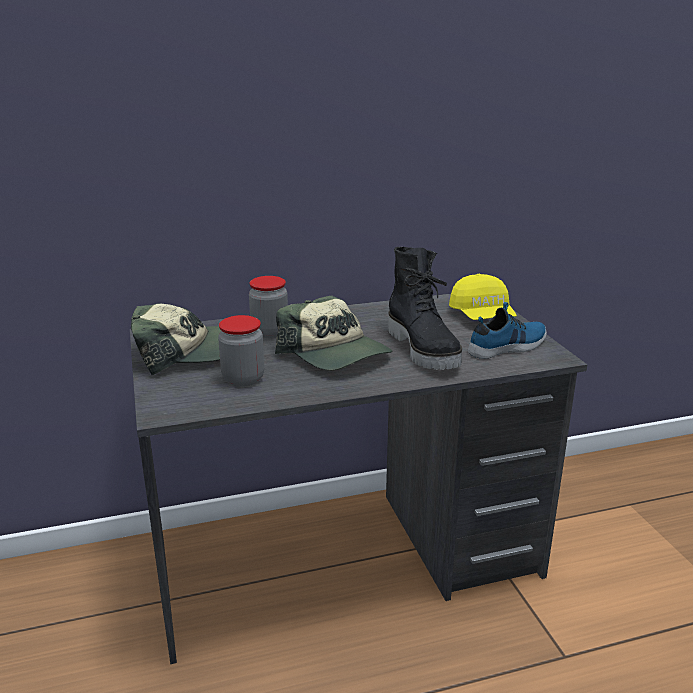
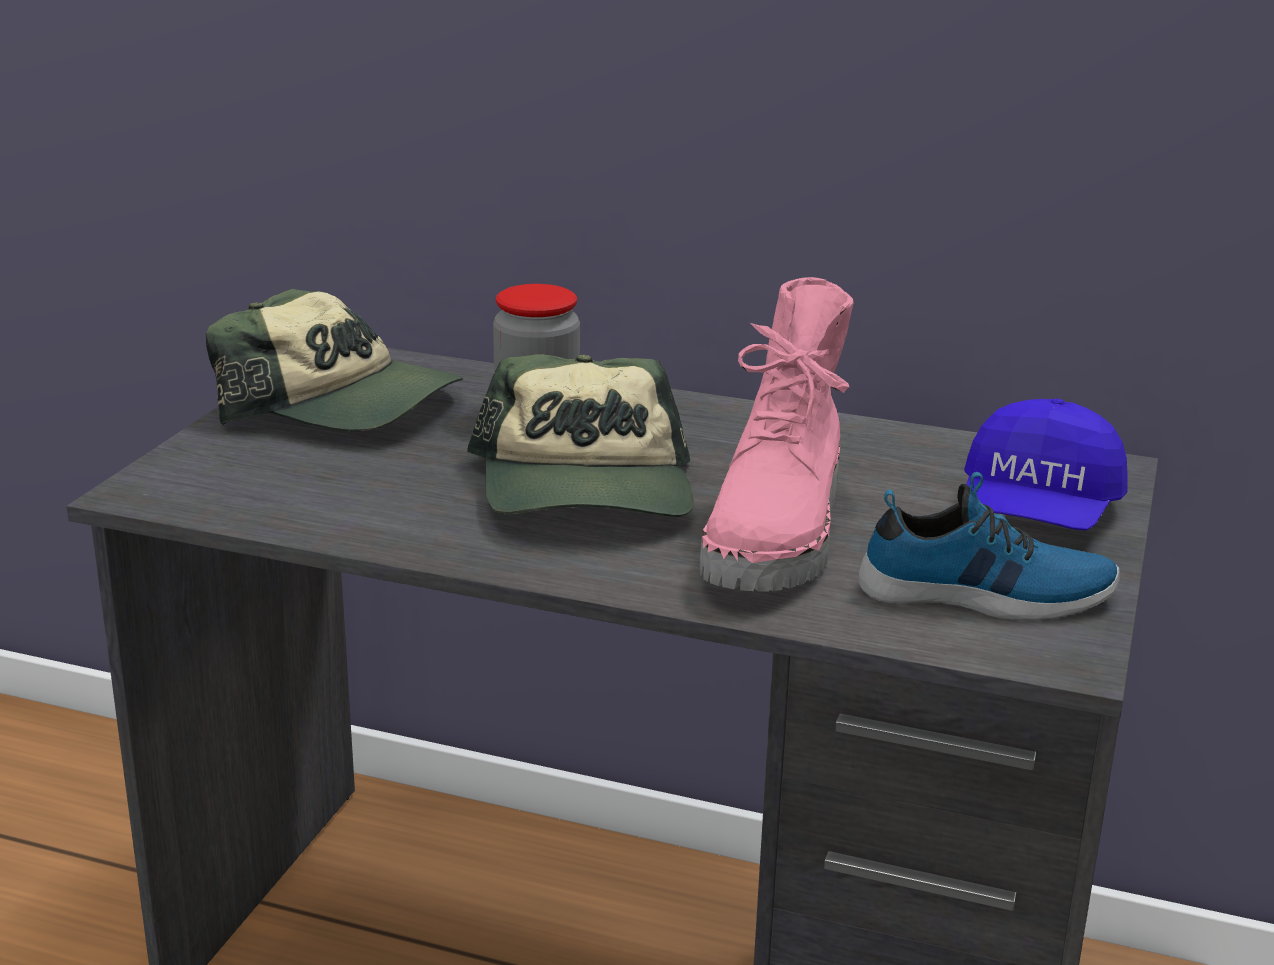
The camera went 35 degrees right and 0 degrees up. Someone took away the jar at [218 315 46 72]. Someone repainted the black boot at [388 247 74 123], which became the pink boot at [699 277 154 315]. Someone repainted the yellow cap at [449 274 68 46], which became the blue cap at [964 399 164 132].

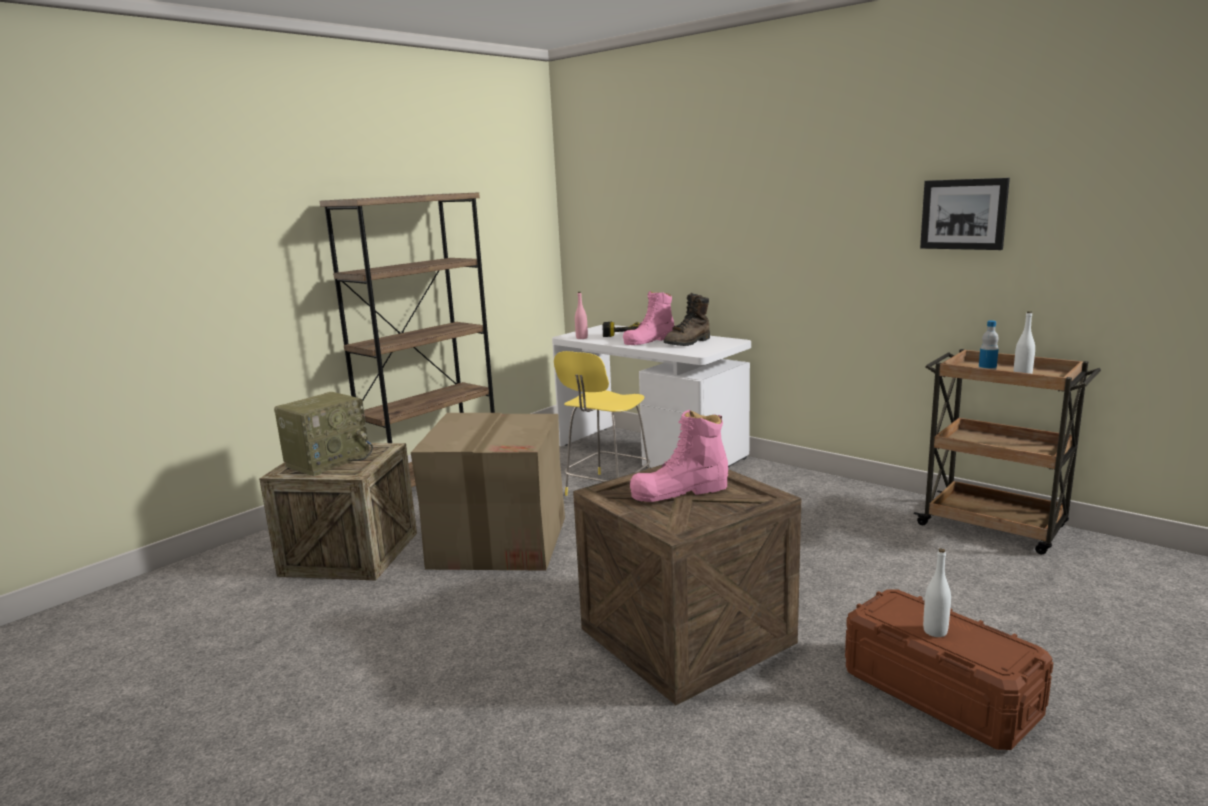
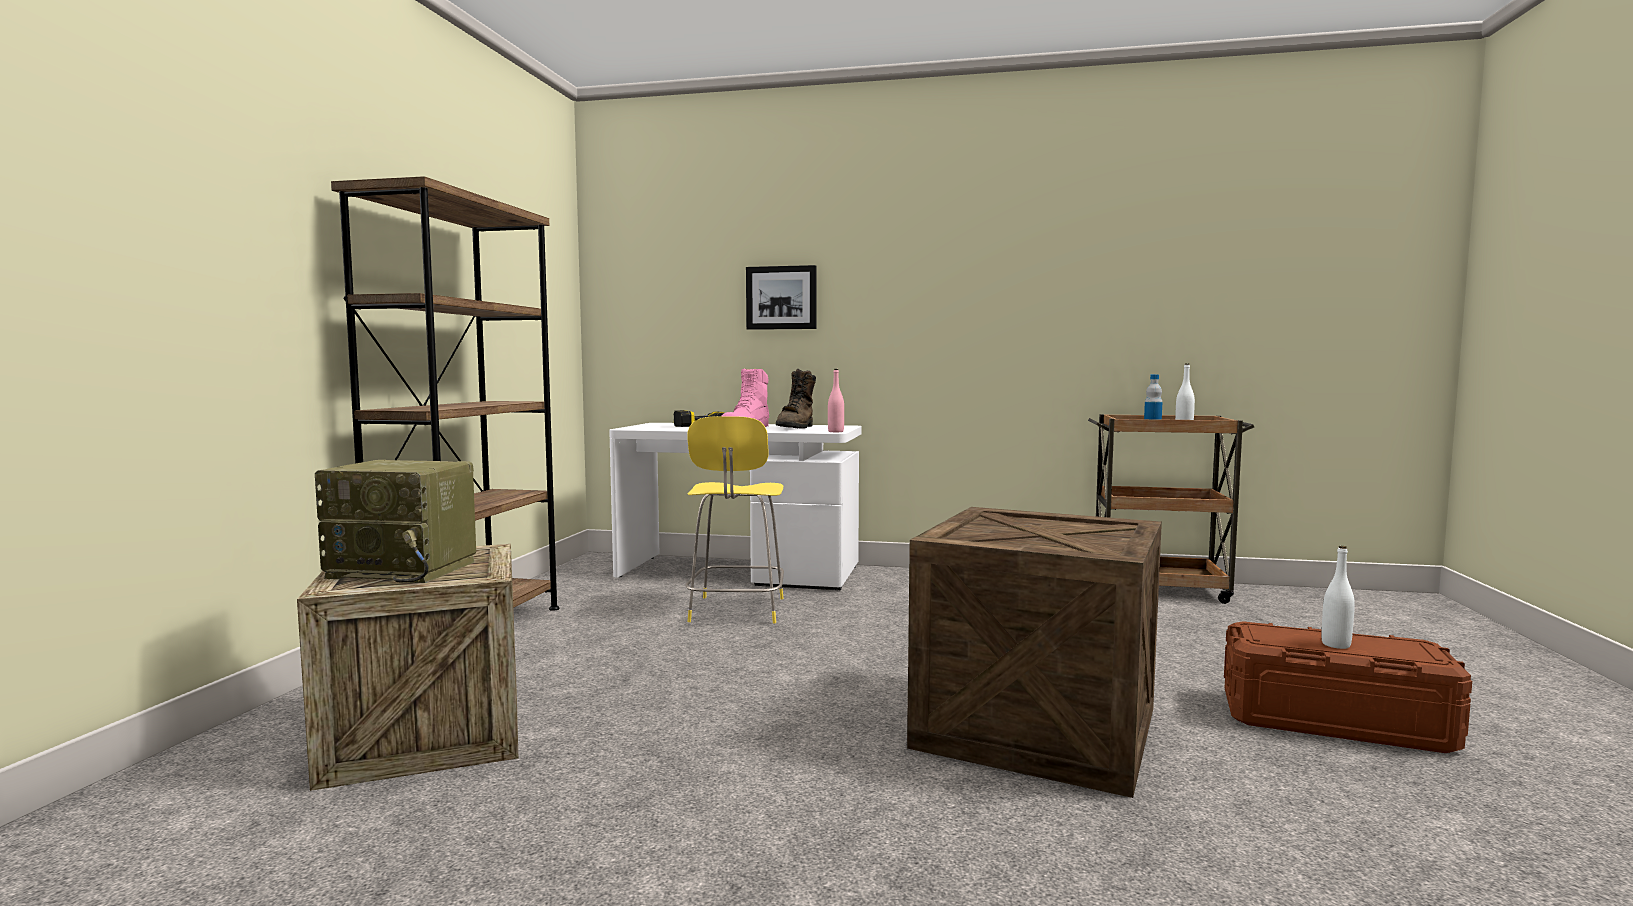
The camera went 30 degrees left and 10 degrees down. Someone rotated the radio at [274 392 99 84] by 90 degrees clockwise. Someone took away the cardboard box at [411 413 154 158]. Someone carried the pink bottle from [575 292 13 47] to [828 369 16 63]. Someone took away the pink boot at [630 410 98 92]. Someone carried the picture from [920 178 90 72] to [746 265 71 65].

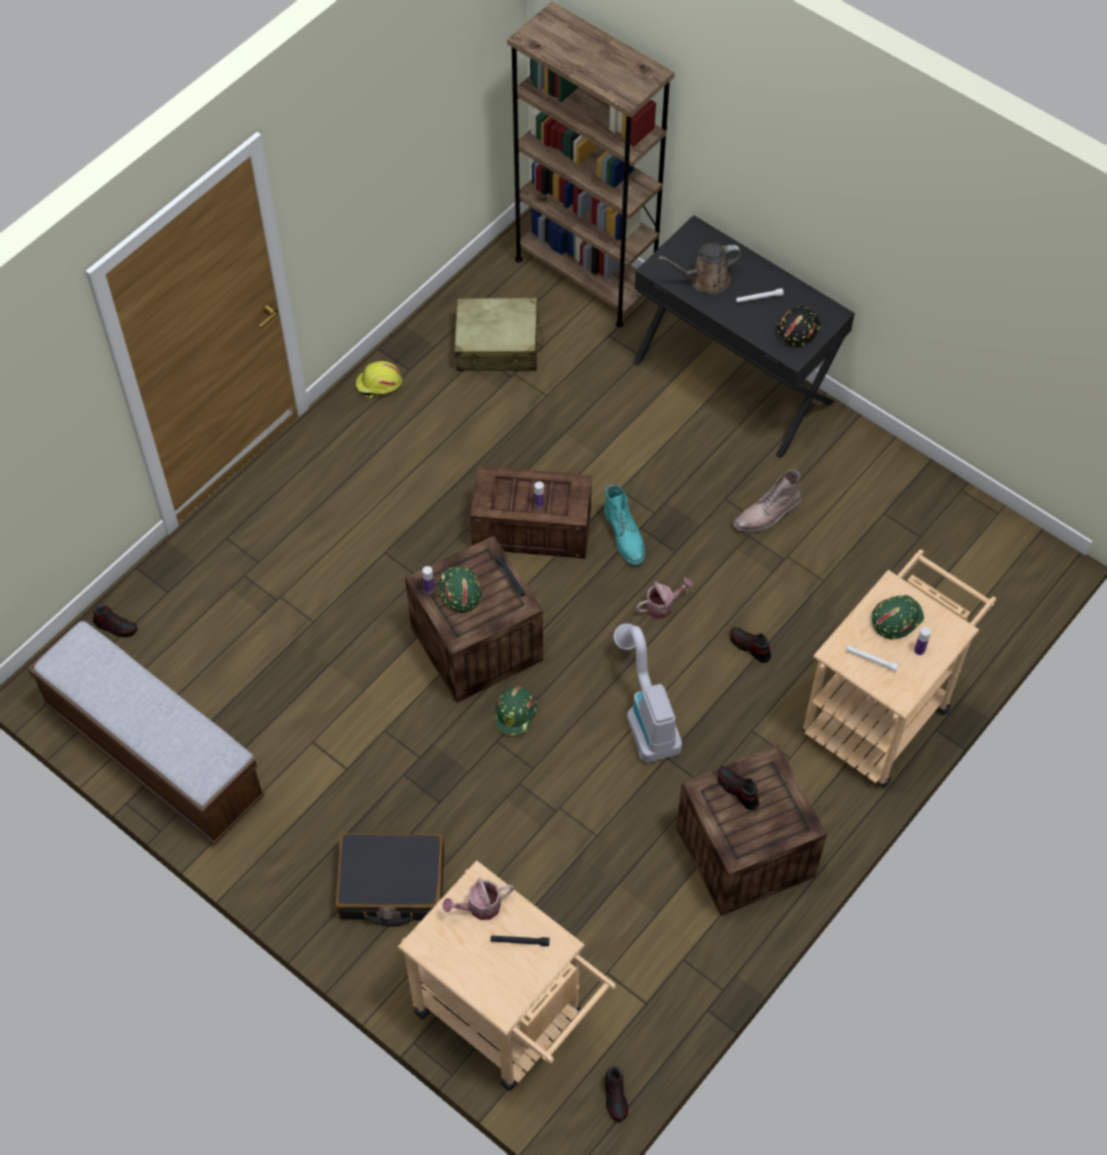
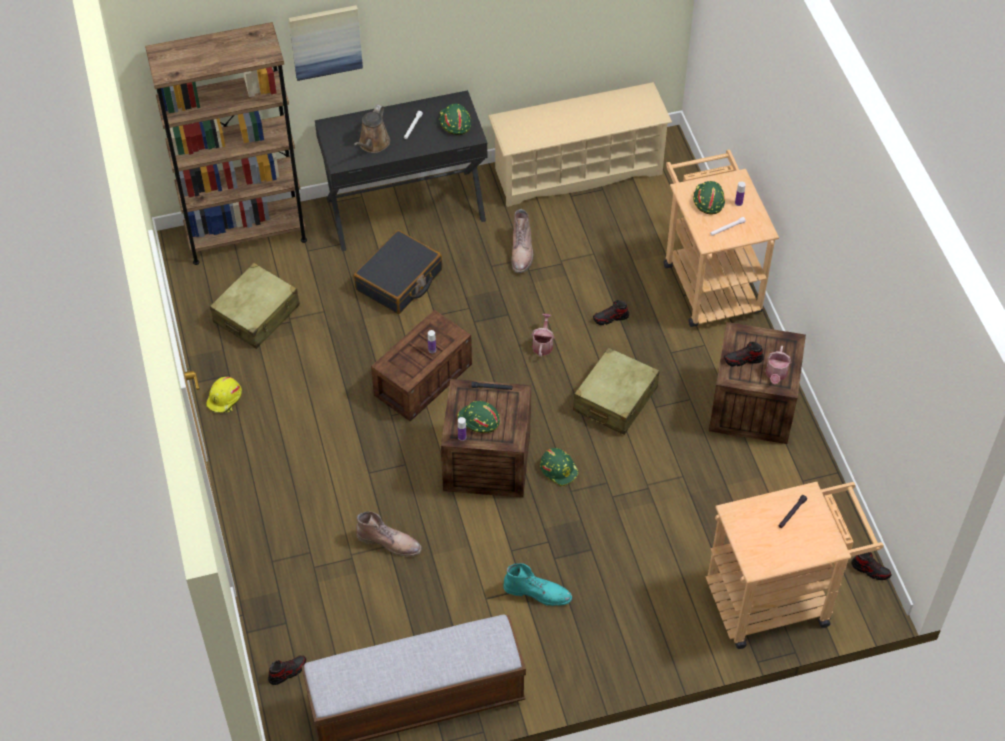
The camera went 55 degrees left and 5 degrees down. Someone carried the black suitcase from [336 833 108 93] to [354 230 88 84]. Someone carried the watering can from [443 878 71 42] to [766 346 25 38]. Someone carried the turquoise boot from [604 484 41 81] to [503 563 69 43]. Someone swapped the vacuum cleaner at [614 623 68 140] for the beige suitcase at [573 347 86 88]. Someone repainted the black hard hat at [777 306 44 41], which became the green hard hat at [439 104 32 31]. Someone put up the picture at [289 5 74 76]. Someone put down the brown boot at [356 511 66 45]. Someone put down the beige shoe rack at [488 82 184 125].

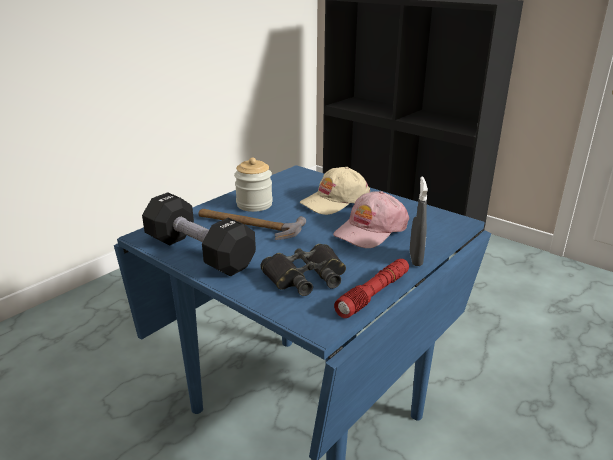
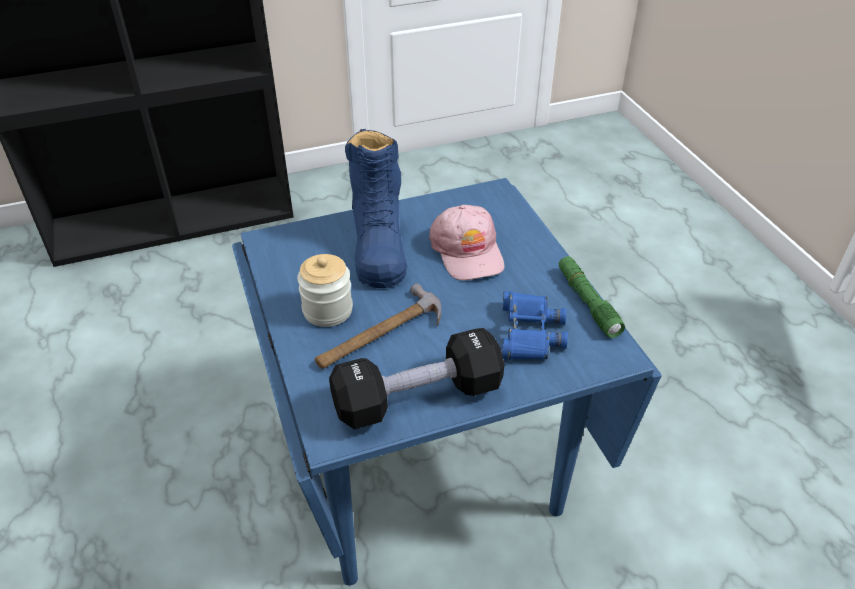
The camera went 60 degrees left and 15 degrees up. Someone repainted the black binoculars at [260 244 86 52], which became the blue binoculars at [501 291 67 69]. Someone swapped the beige cap at [299 167 71 48] for the blue boot at [345 129 62 159]. Someone repainted the red flashlight at [334 259 75 59], which became the green flashlight at [559 256 66 82]. Someone took away the grey spray bottle at [410 177 18 89].

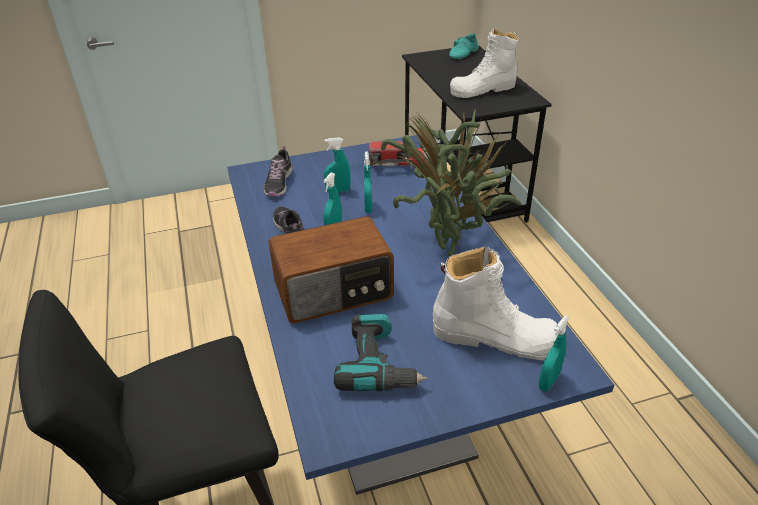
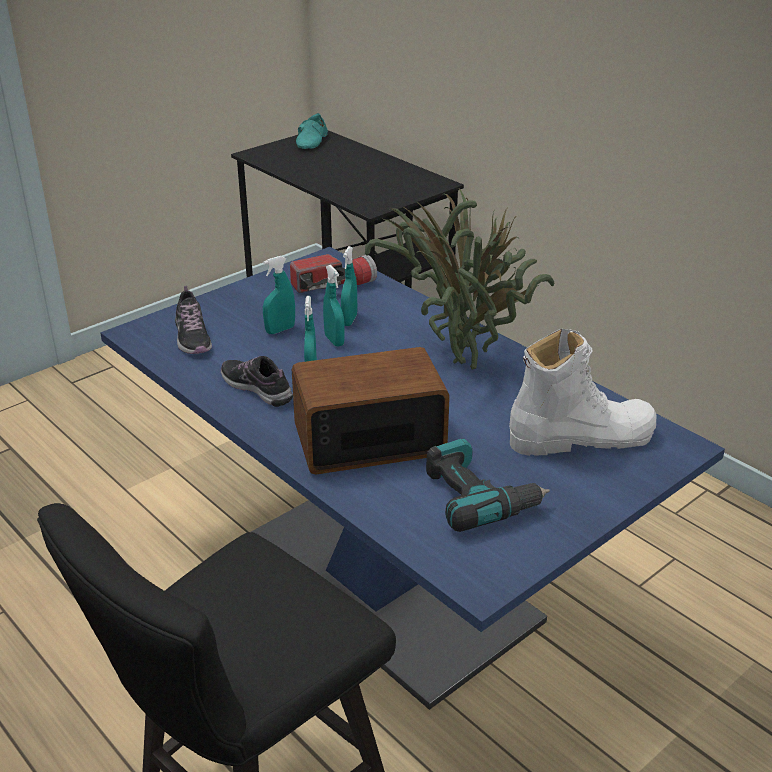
The camera went 25 degrees left and 5 degrees down. Someone rotated the radio at [268 216 126 107] by 150 degrees counterclockwise. Someone took away the white boot at [450 29 69 69]. Someone carried the turquoise spray bottle from [539 316 31 75] to [341 246 16 80].

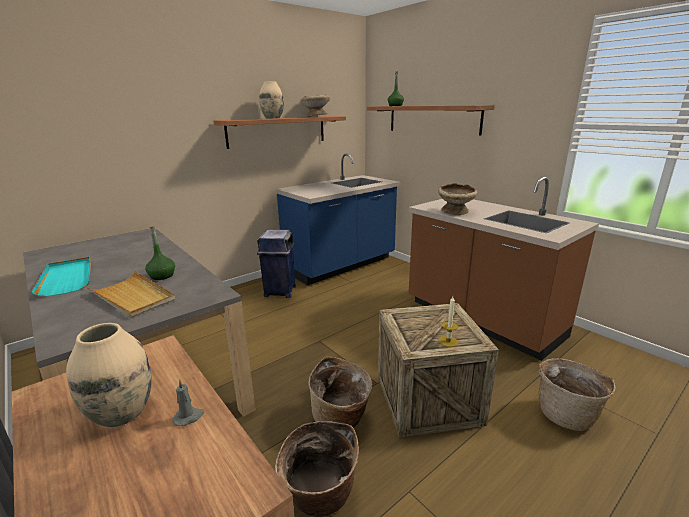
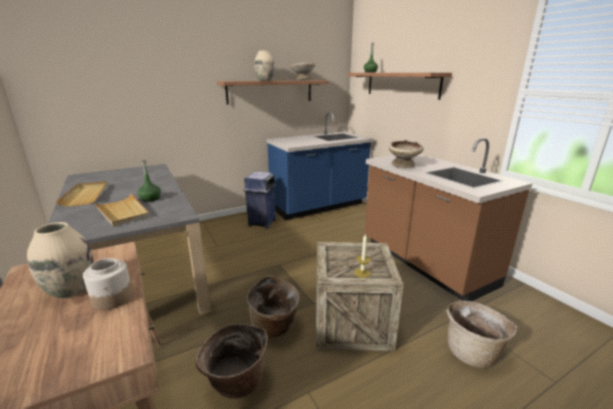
The camera went 10 degrees right and 0 degrees up. Someone repainted the turquoise tray at [31 257 60 40], which became the beige tray at [56 181 52 25]. Someone swapped the grey candle at [173 379 31 47] for the jar at [83 258 50 52].

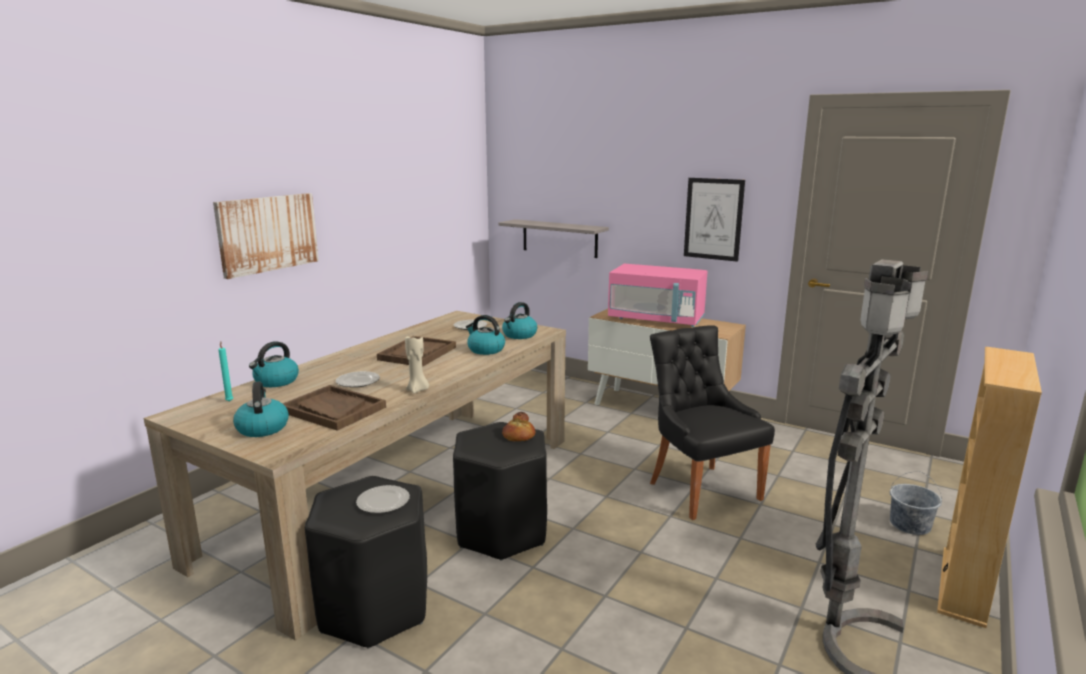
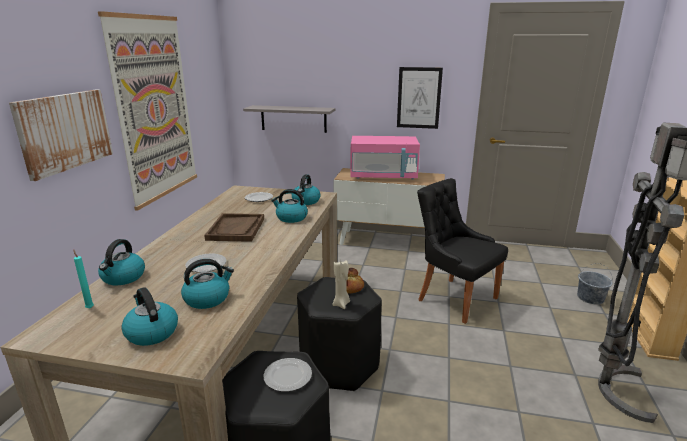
The camera went 20 degrees left and 5 degrees up. Someone swapped the brown tray at [283 385 103 46] for the kettle at [181 259 53 50]. Someone carried the beige candle from [405 336 24 58] to [332 260 18 49]. Someone put up the picture at [98 11 99 200].

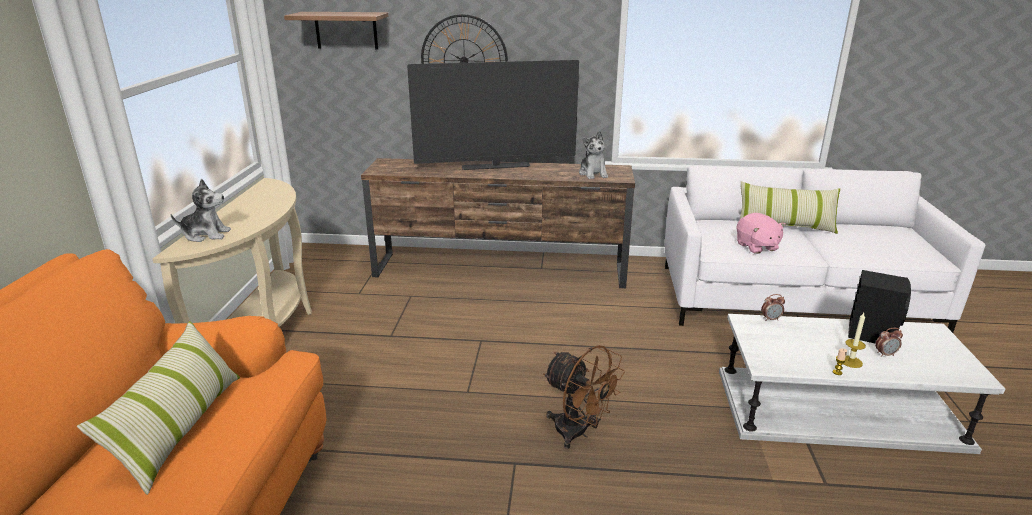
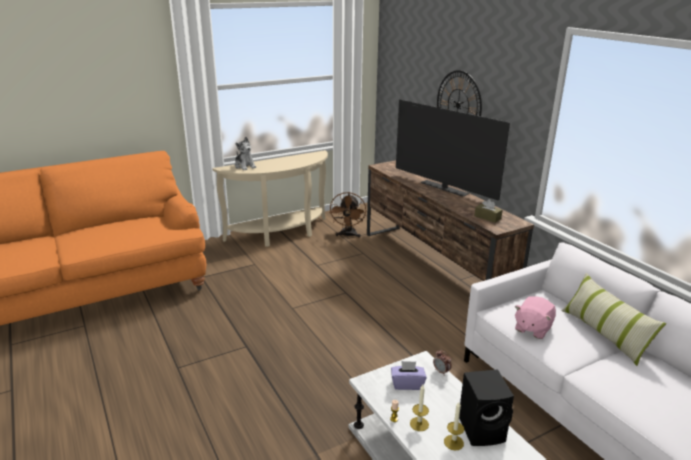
The camera went 55 degrees right and 0 degrees up. Someone took away the pillow at [77 321 163 174]. Someone took away the shelf at [284 12 104 37]. Someone carried the brown fan from [543 345 82 104] to [329 192 37 46]. Someone swapped the plush toy at [579 131 29 48] for the brown tissue box at [475 199 28 24]. Someone swapped the alarm clock at [875 328 28 29] for the candle at [444 402 20 49]. Someone put down the purple tissue box at [391 361 35 29].

